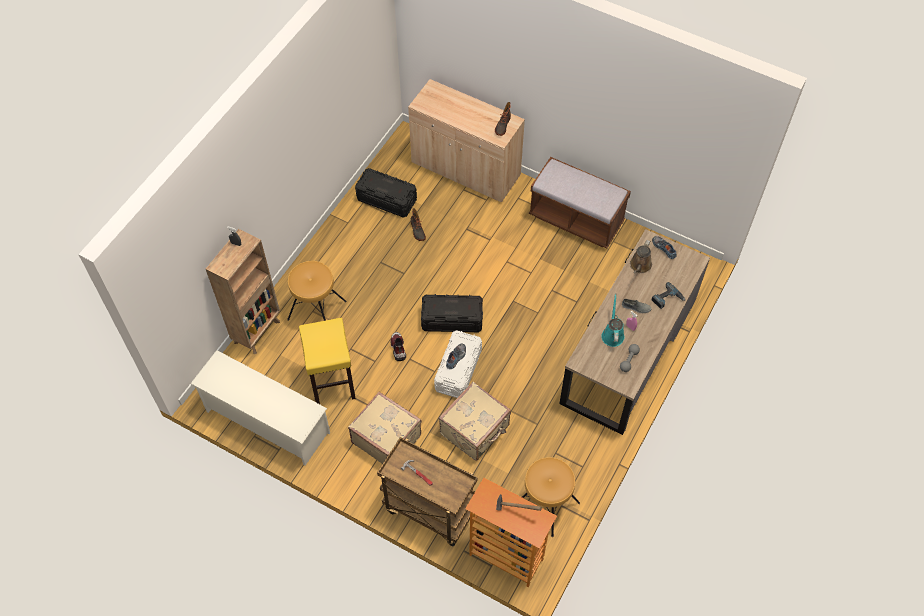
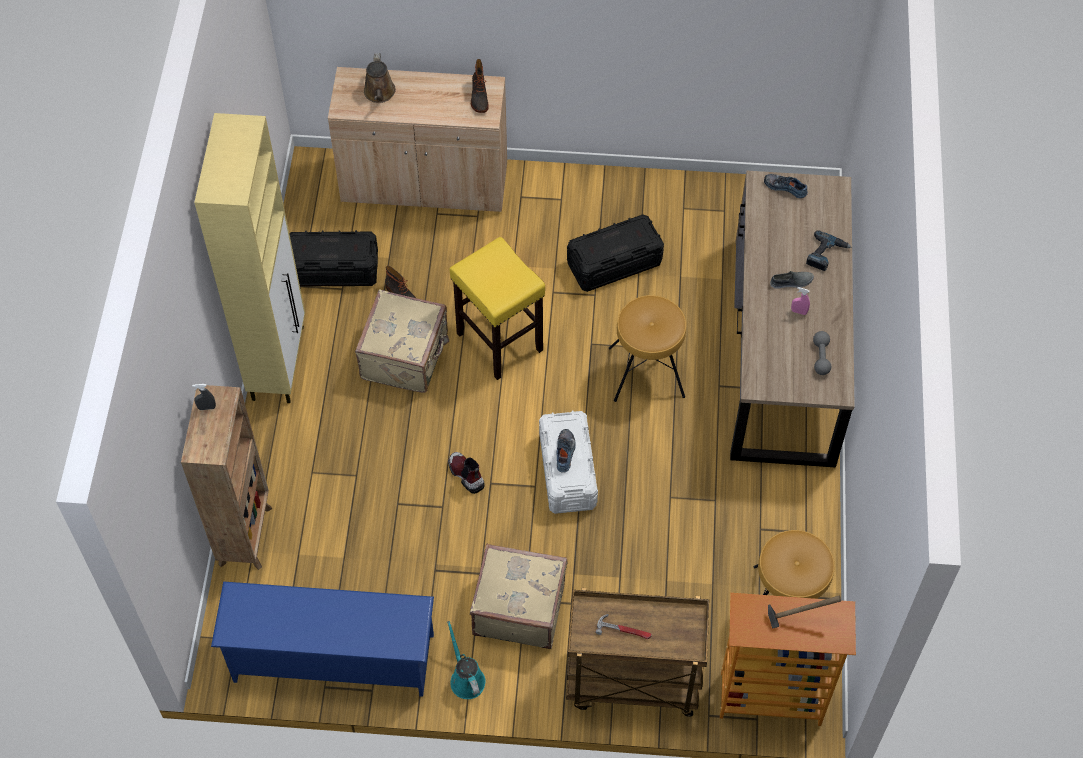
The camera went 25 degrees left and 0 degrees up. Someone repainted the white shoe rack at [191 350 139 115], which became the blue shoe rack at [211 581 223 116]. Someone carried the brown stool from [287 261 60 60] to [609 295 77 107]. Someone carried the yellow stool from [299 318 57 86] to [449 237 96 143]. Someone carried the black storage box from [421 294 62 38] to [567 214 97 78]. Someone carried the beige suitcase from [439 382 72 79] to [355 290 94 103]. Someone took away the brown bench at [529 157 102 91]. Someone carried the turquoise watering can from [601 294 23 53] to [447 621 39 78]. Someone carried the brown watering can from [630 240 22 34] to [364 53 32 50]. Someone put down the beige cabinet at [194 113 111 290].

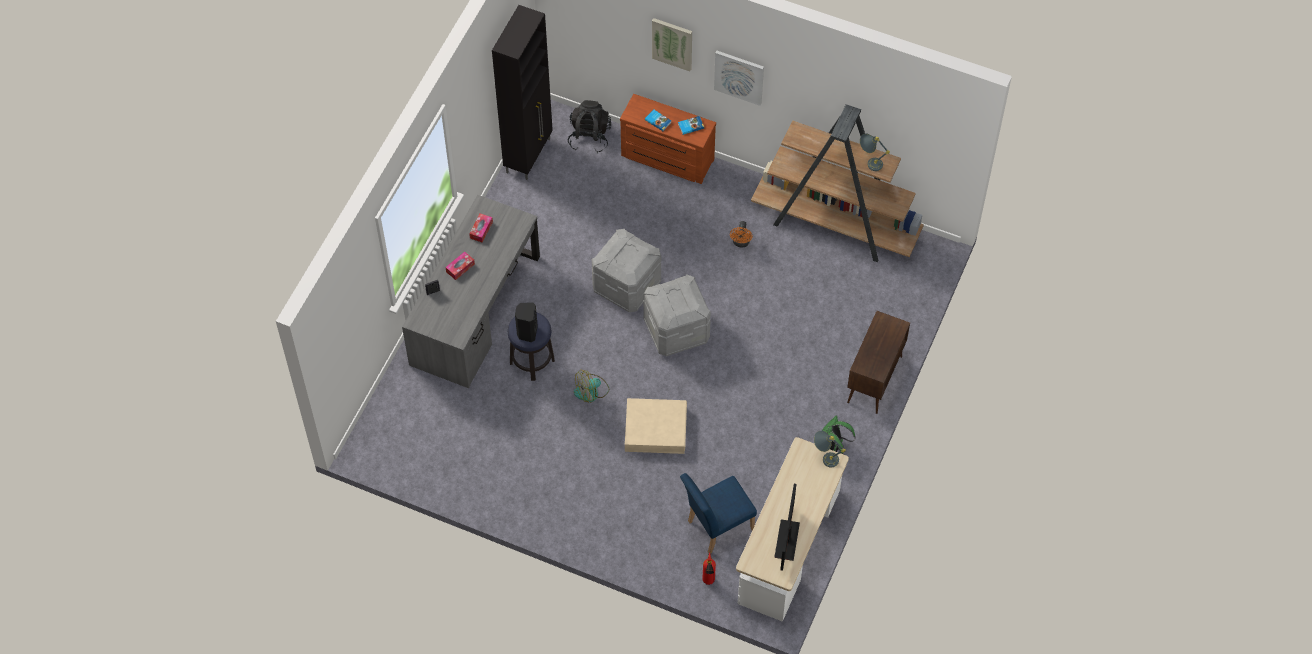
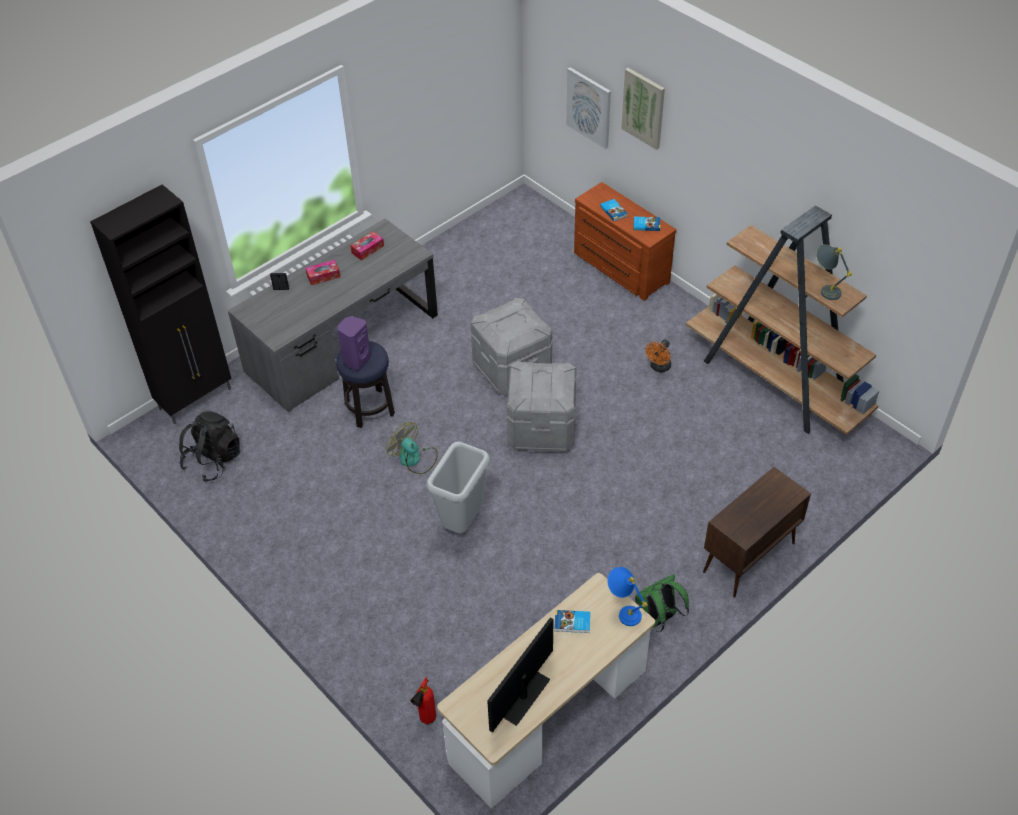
The camera went 25 degrees right and 10 degrees down. Someone carried the black cabinet from [492 5 61 175] to [90 184 142 240]. Someone repainted the black speaker at [515 303 23 39], which became the purple speaker at [338 316 33 55]. Someone carried the black backpack from [567 100 44 53] to [179 411 61 71]. Someone rotated the fan at [574 370 35 33] by 45 degrees clockwise. Someone swapped the beige storage box at [625 398 62 56] for the grey trash can at [427 442 63 91]. Someone took away the blue chair at [680 473 77 81]. Someone carried the picture from [714 51 50 55] to [566 67 45 82]. Someone repainted the grey table lamp at [814 431 32 36], which became the blue table lamp at [608 567 40 59]. Someone put down the book at [554 610 36 23].

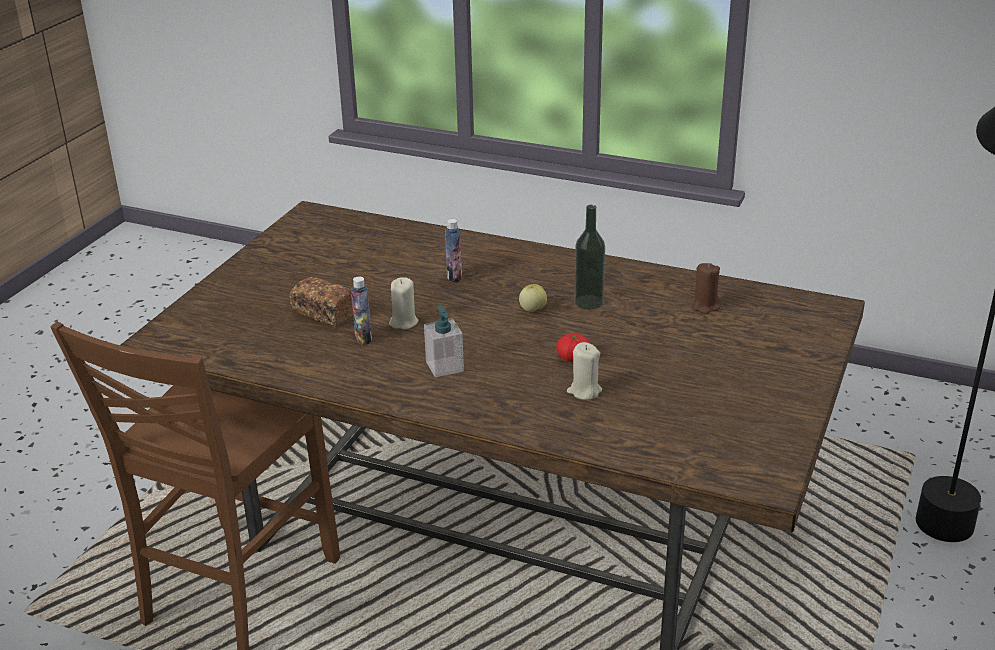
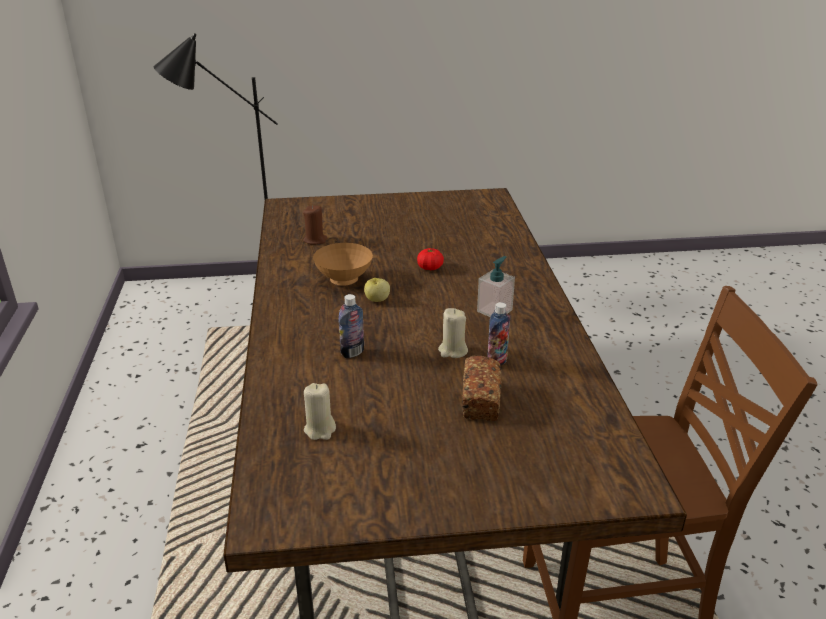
The camera went 120 degrees left and 0 degrees up. Someone carried the beige candle from [567 342 35 58] to [304 383 32 57]. Someone swapped the bottle at [575 205 30 104] for the brown bowl at [313 243 60 43].

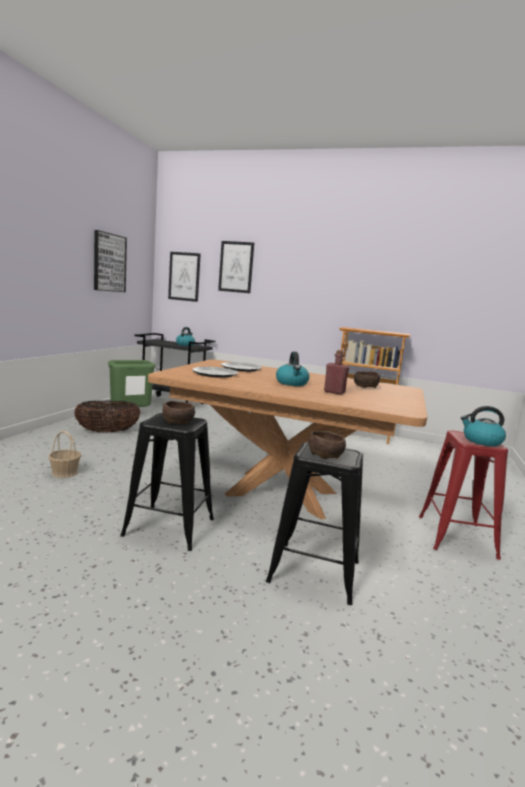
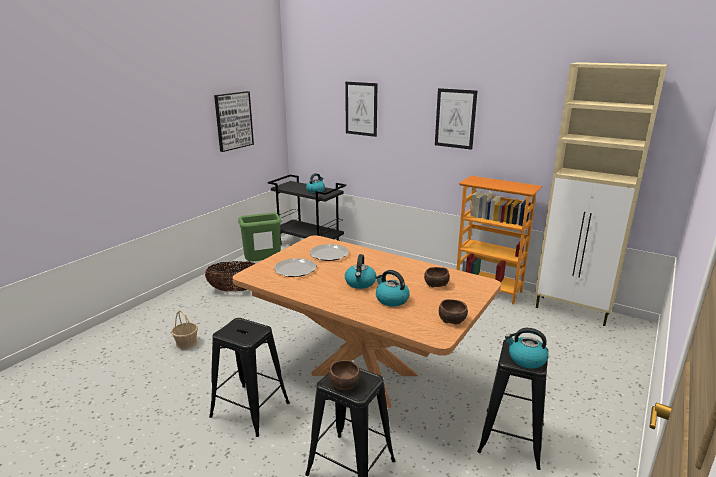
The camera went 15 degrees right and 10 degrees up. Someone carried the brown bowl from [162 401 33 23] to [439 299 29 25]. Someone carried the picture from [168 252 33 50] to [435 88 42 62]. Someone swapped the red bottle at [324 350 25 45] for the kettle at [375 270 35 36]. Someone repainted the red stool at [419 430 89 130], which became the black stool at [477 339 71 131]. Someone put down the beige cabinet at [535 62 132 264].

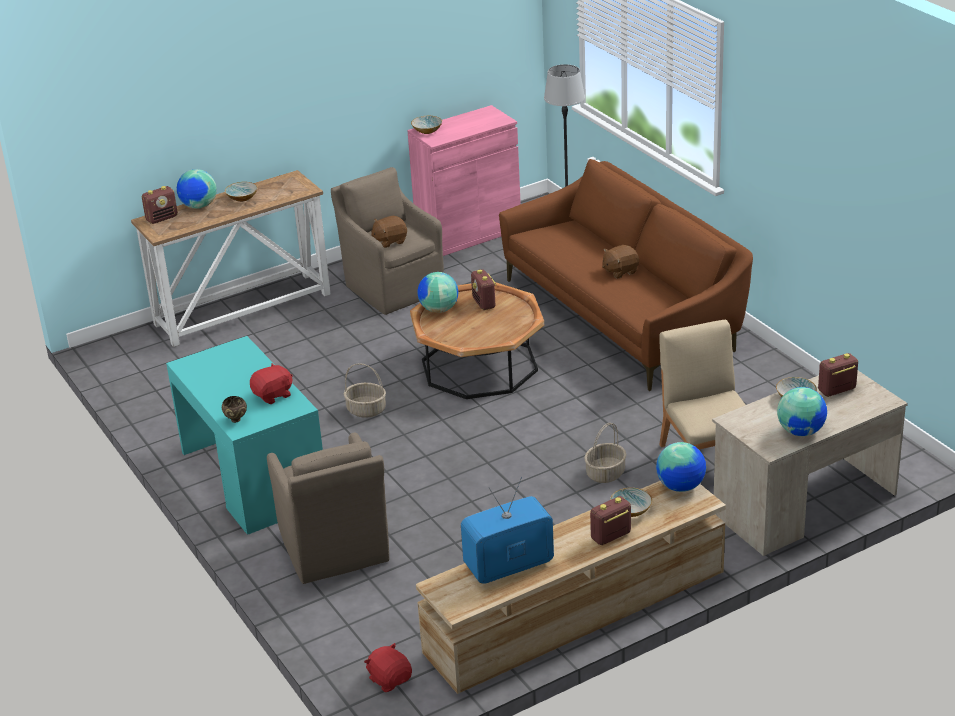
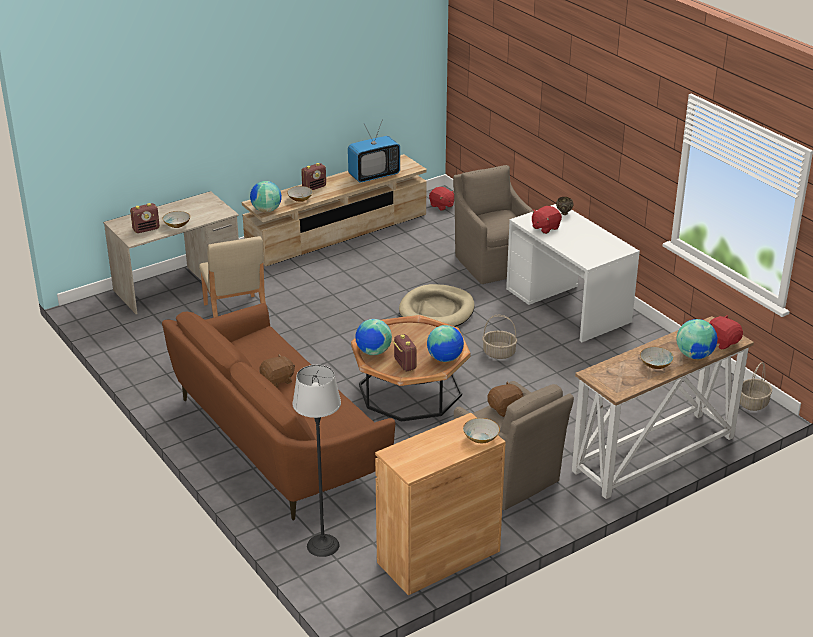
The camera went 175 degrees right and 0 degrees up. Someone swapped the radio at [142 186 36 38] for the red plush toy at [709 315 34 35]. Someone repainted the turquoise desk at [166 336 157 199], which became the white desk at [506 204 134 138]. Someone repainted the pink cabinet at [407 105 114 151], which became the brown cabinet at [375 413 131 182]. Someone carried the basket from [584 423 42 60] to [740 362 32 49]. Someone carried the globe from [777 387 50 49] to [355 319 37 36]. Someone put down the beige dog bed at [399 284 75 43].

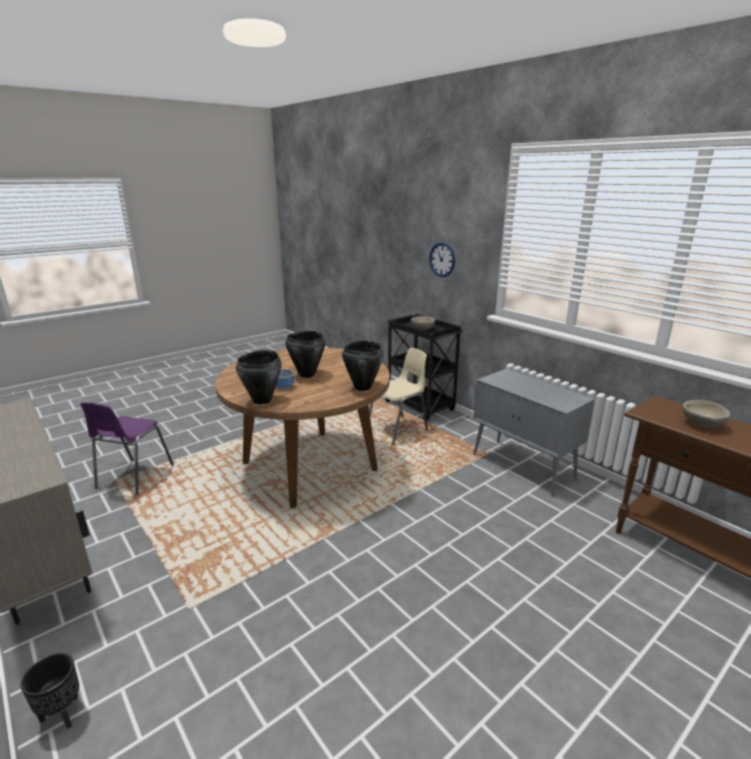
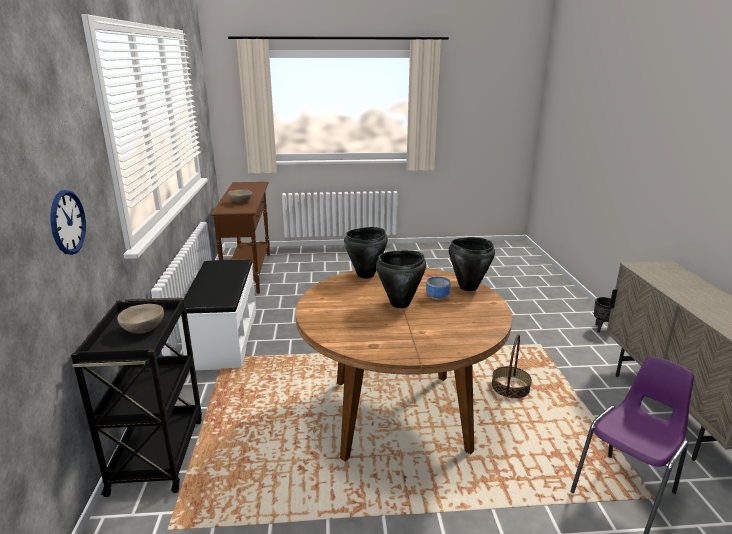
The camera went 145 degrees left and 0 degrees up. Someone took away the beige chair at [369 348 59 97]. Someone swapped the grey cabinet at [473 369 122 127] for the white bench at [178 259 78 112]. Someone put down the basket at [492 334 40 65].

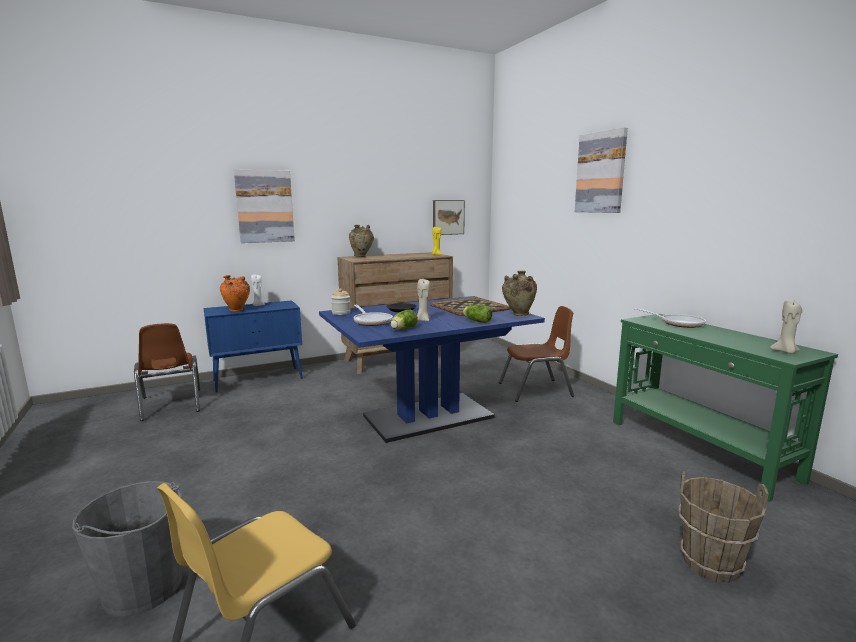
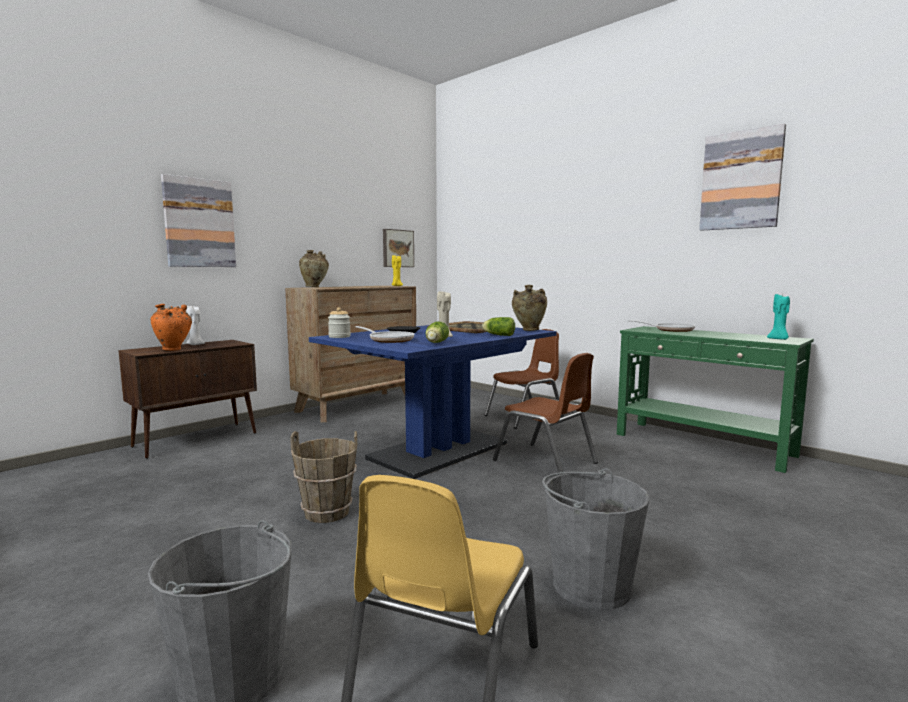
The camera went 20 degrees left and 5 degrees down. Someone carried the brown chair from [134 323 66 98] to [493 353 105 120]. Someone repainted the blue cabinet at [204 300 99 92], which became the brown cabinet at [118 340 139 119]. Someone carried the picture from [575 127 53 86] to [699 123 87 108]. Someone carried the brown bucket from [679 471 90 112] to [290 431 67 92]. Someone repainted the beige candle at [770 301 32 53], which became the turquoise candle at [767 294 23 46]. Someone put down the grey bucket at [542 468 108 142].

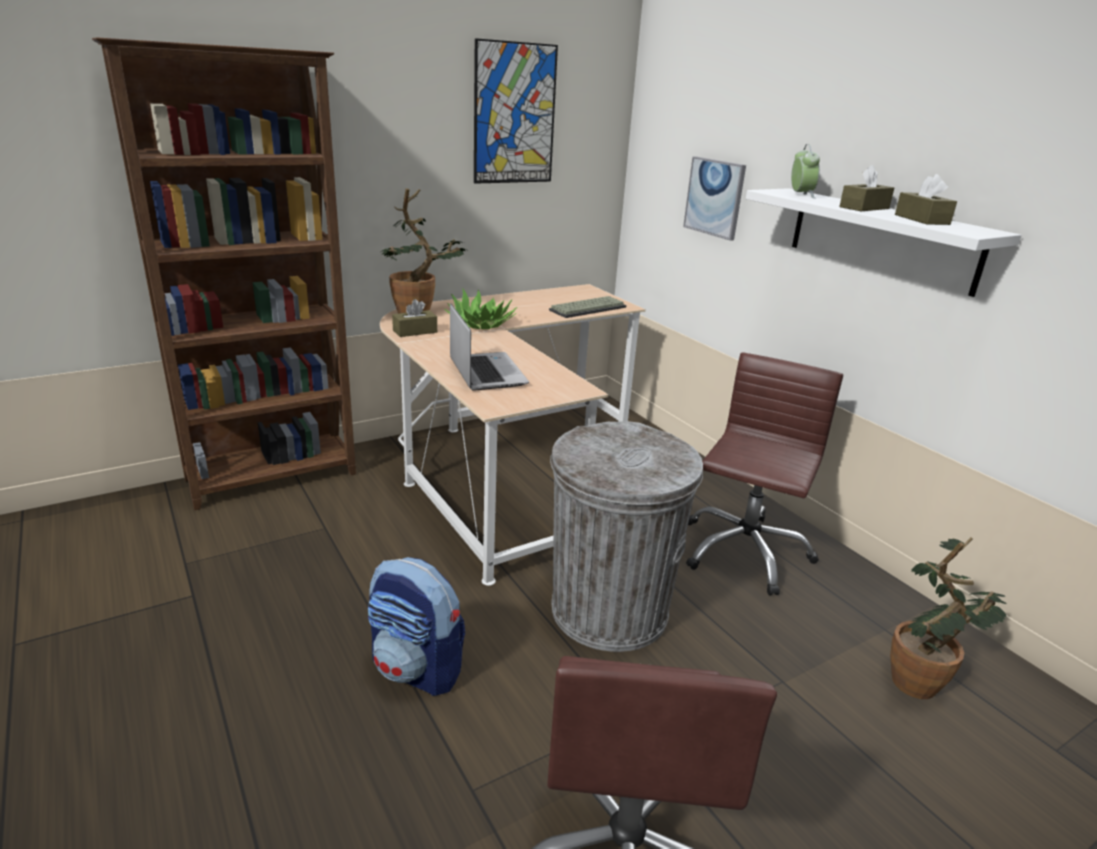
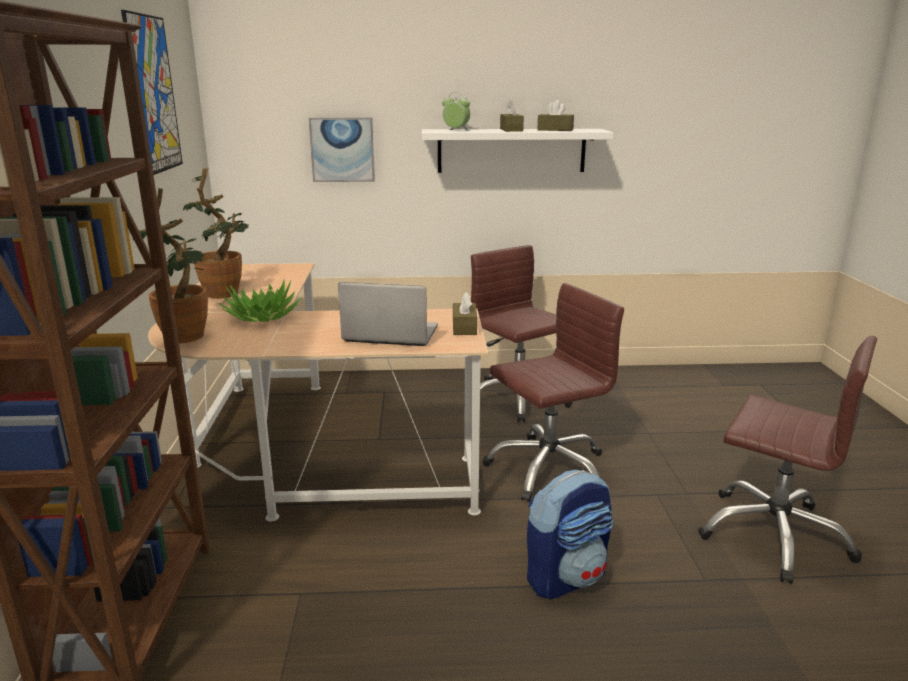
The camera went 60 degrees left and 5 degrees down. Someone carried the brown tissue box from [392 299 45 38] to [453 292 24 43]. Someone took away the keyboard at [549 296 77 22]. Someone swapped the grey trash can at [550 421 153 231] for the brown office chair at [483 283 141 219]. Someone carried the potted plant from [890 537 117 162] to [183 168 65 131].

